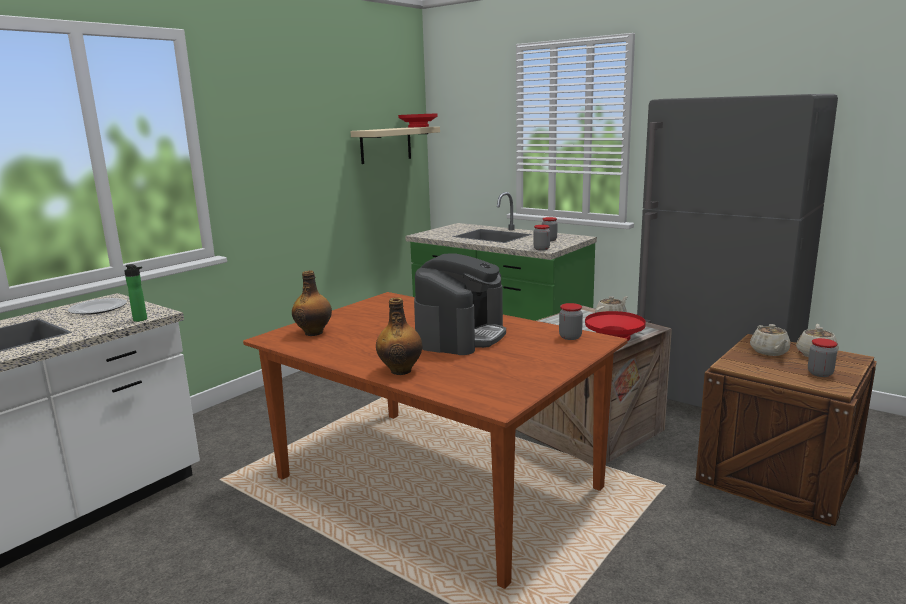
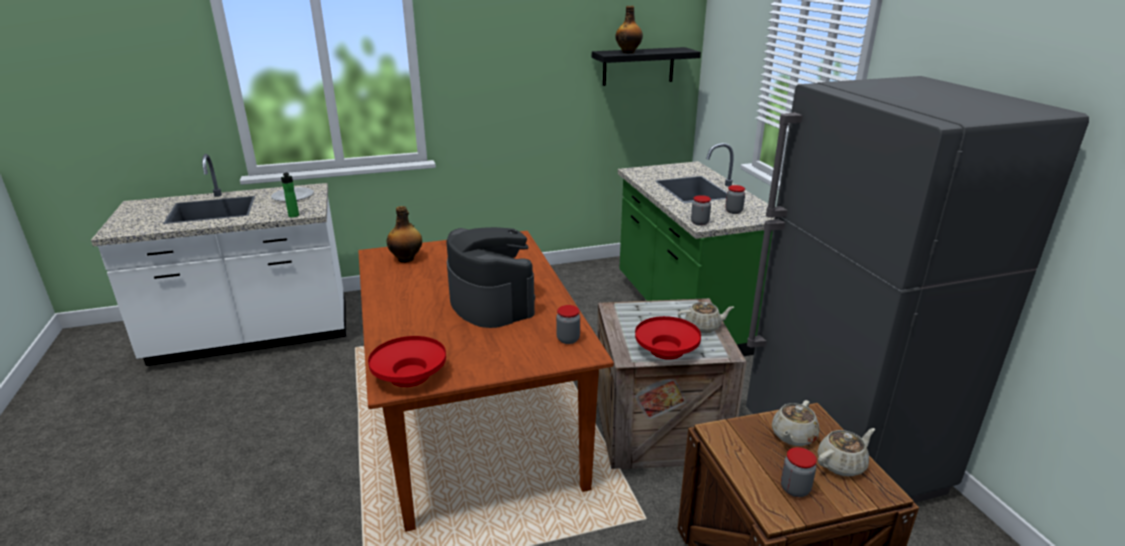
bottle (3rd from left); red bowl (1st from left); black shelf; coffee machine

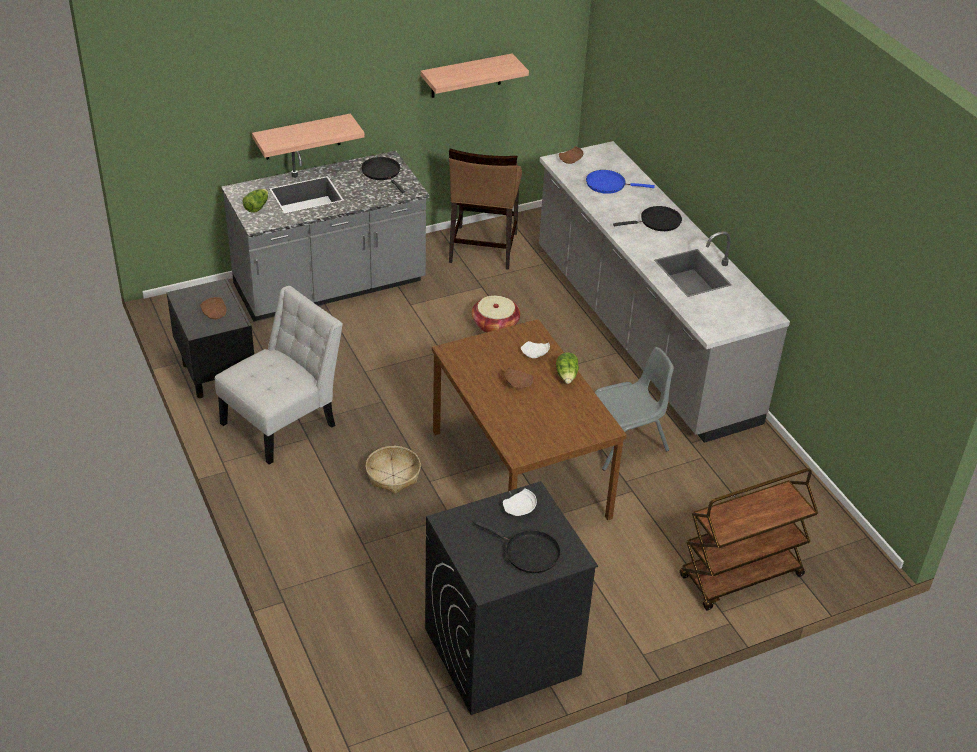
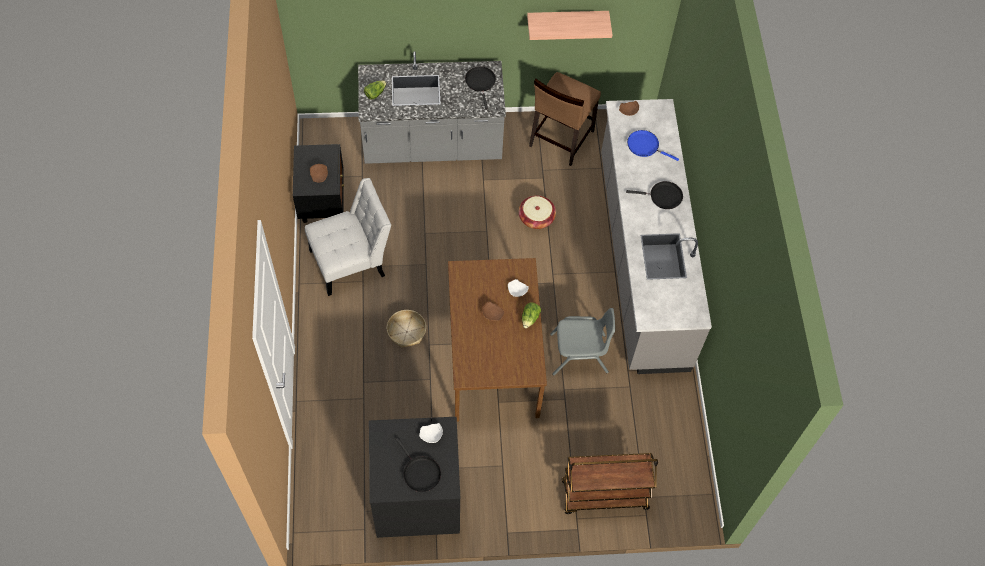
shelf (1st from left in the first image)

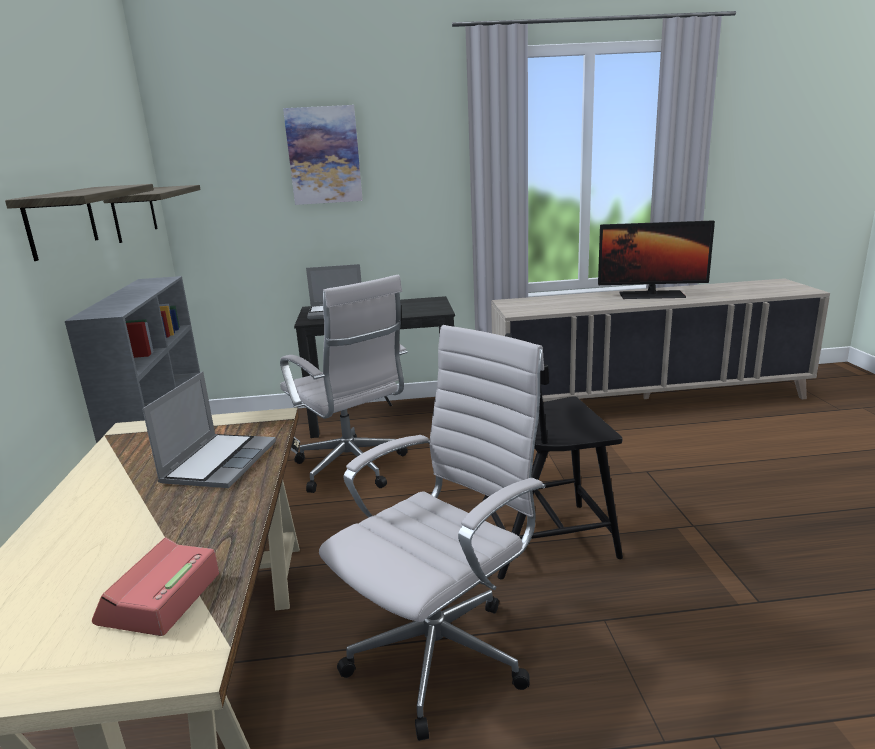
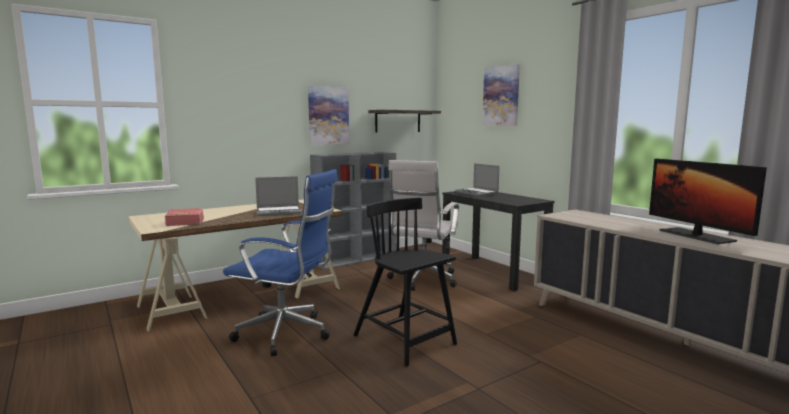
picture (1st from left); blue office chair

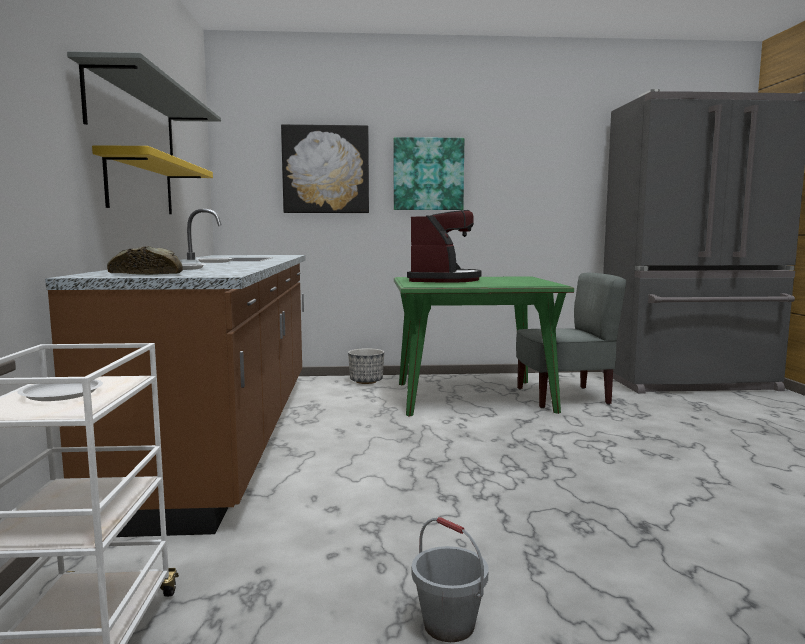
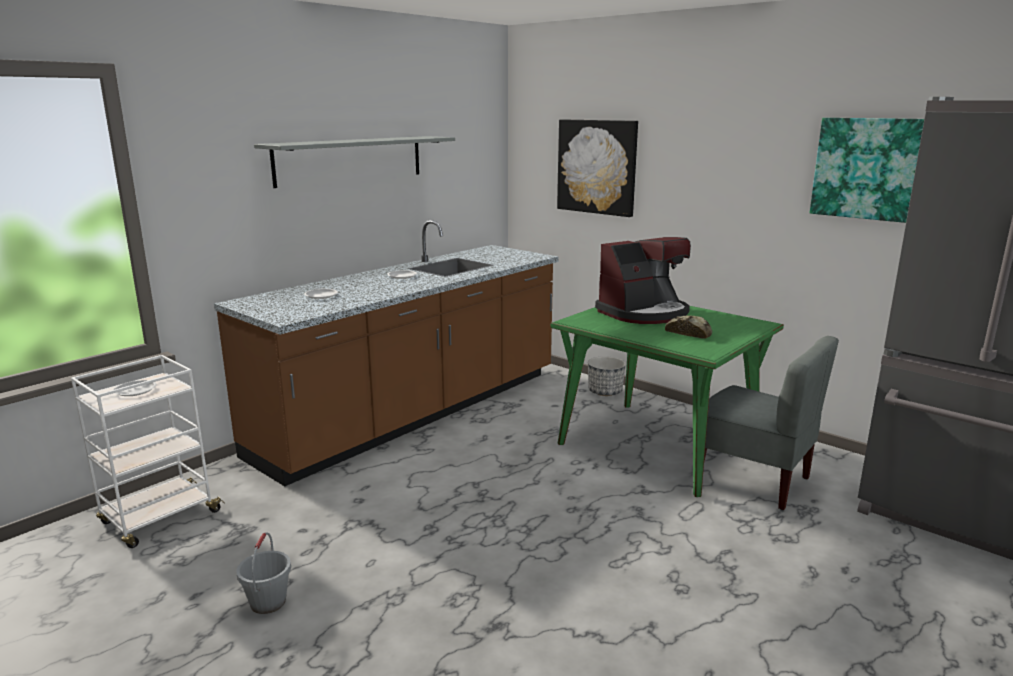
yellow shelf; bread; picture (2nd from left)

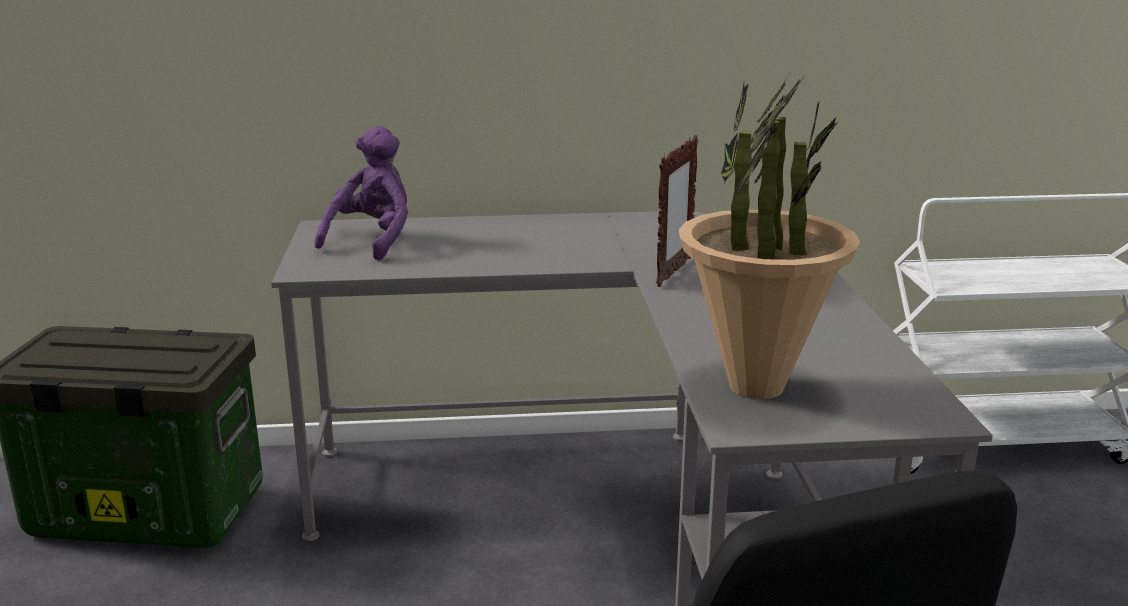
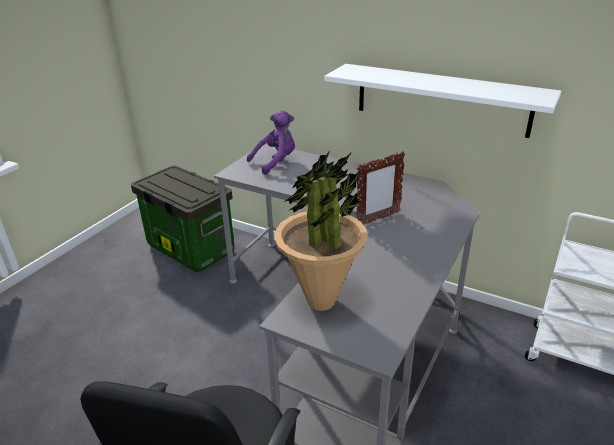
white shelf

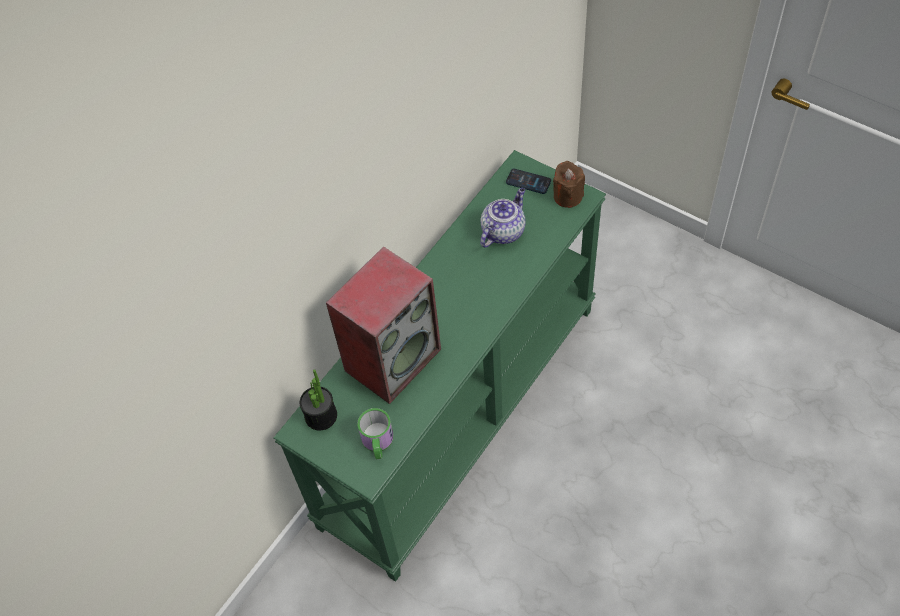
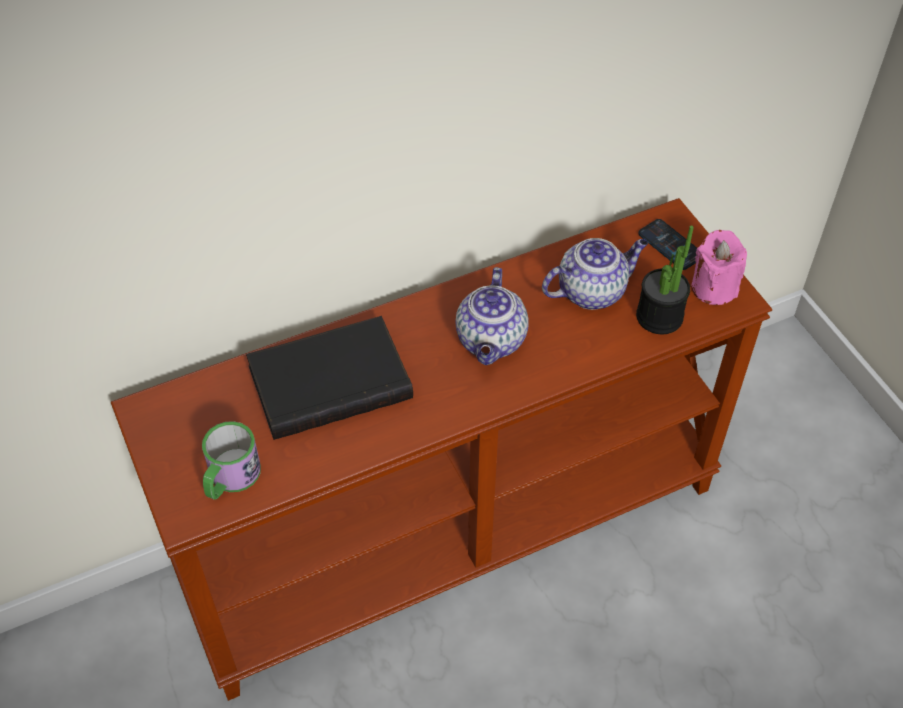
teapot (1st from left); potted plant; black book; brown console table; pink candle

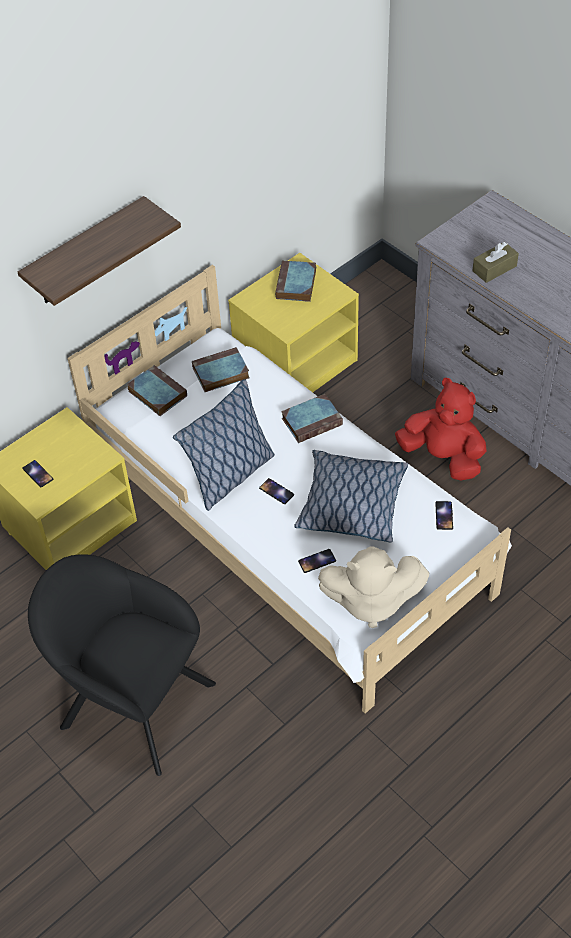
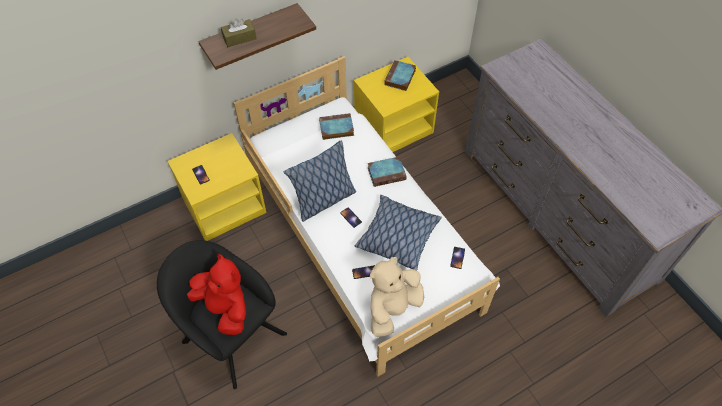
book (1st from left in the first image); red plush toy; brown tissue box; beige plush toy

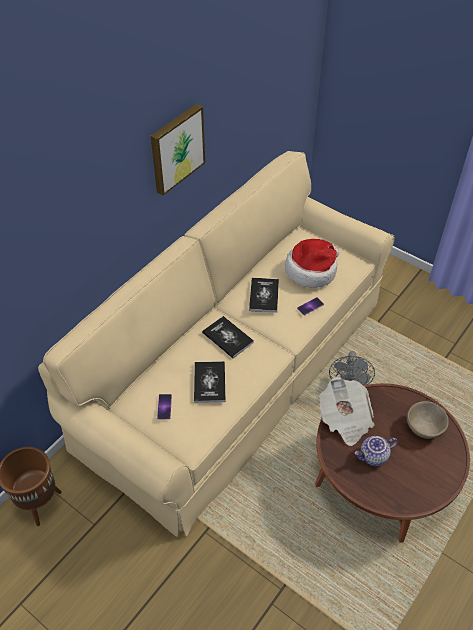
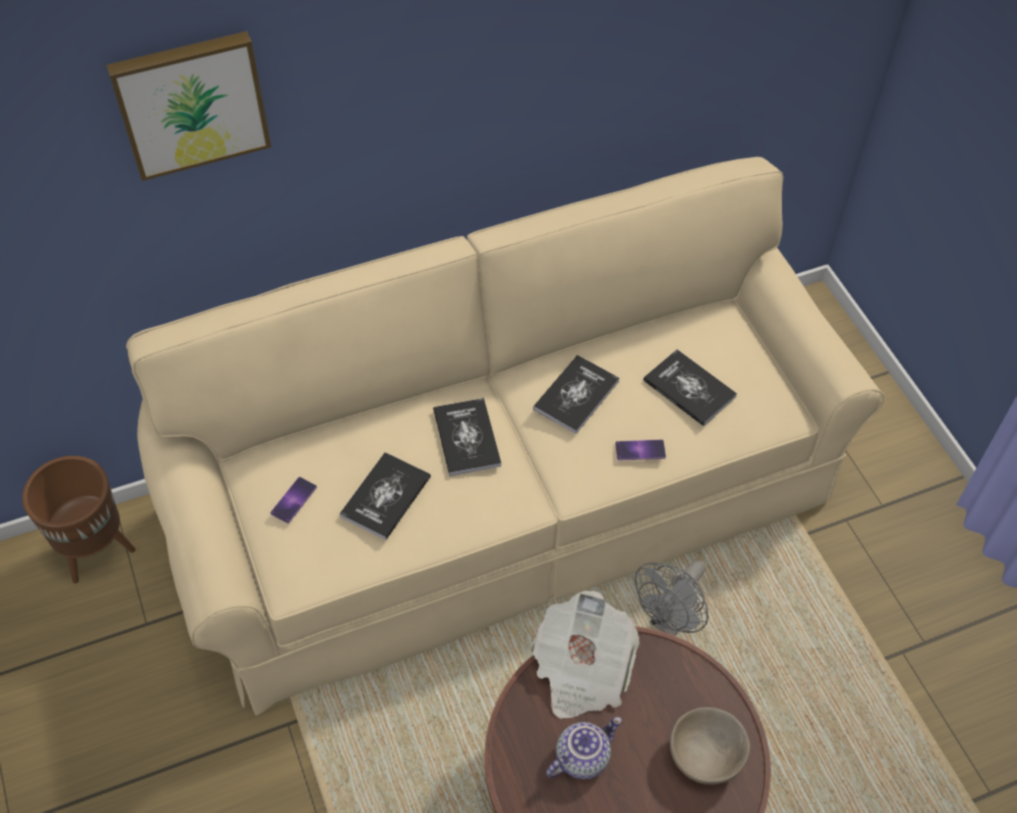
picture; book (4th from left); teapot

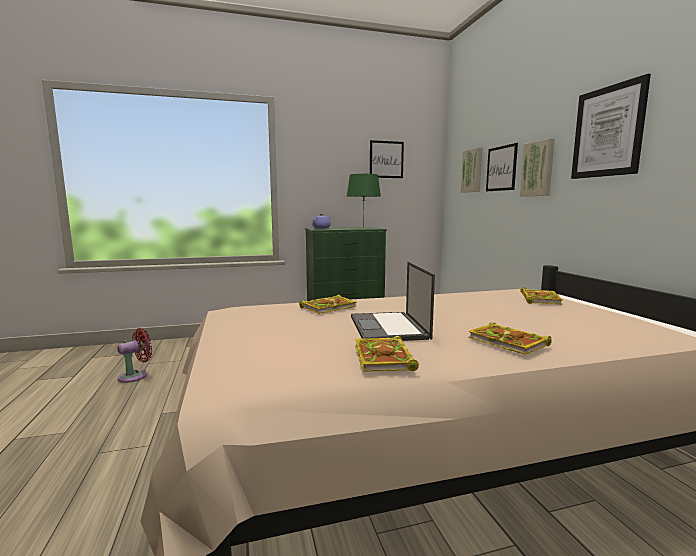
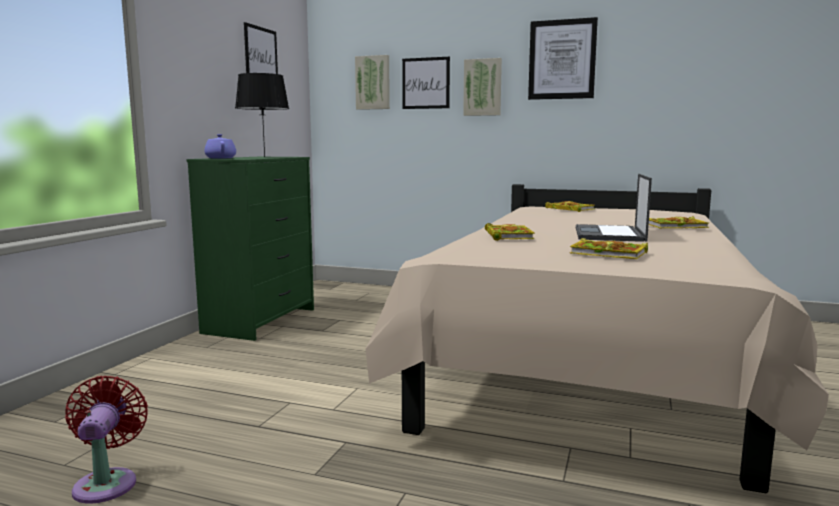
book (3rd from left); black table lamp; laptop

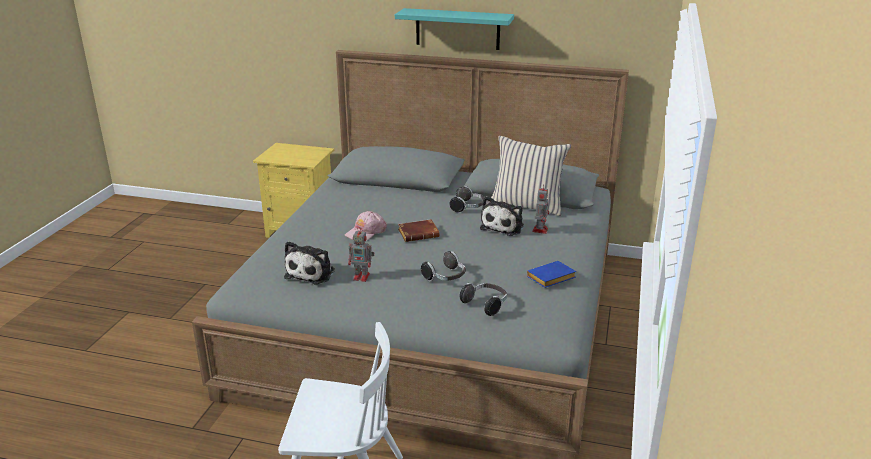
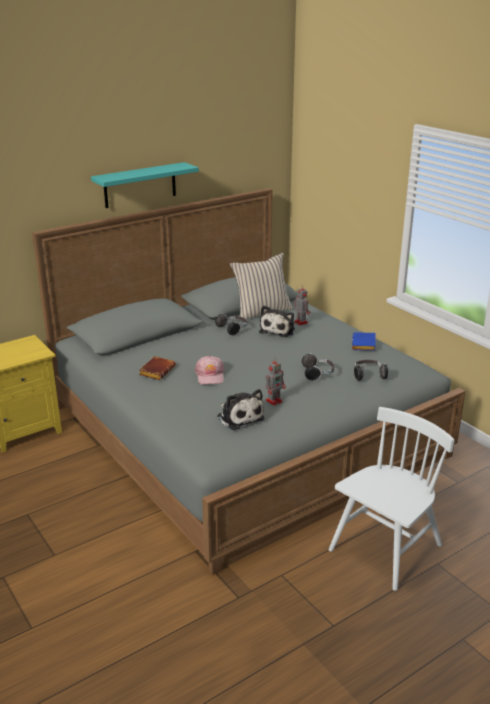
brown book; plush toy (2nd from left)

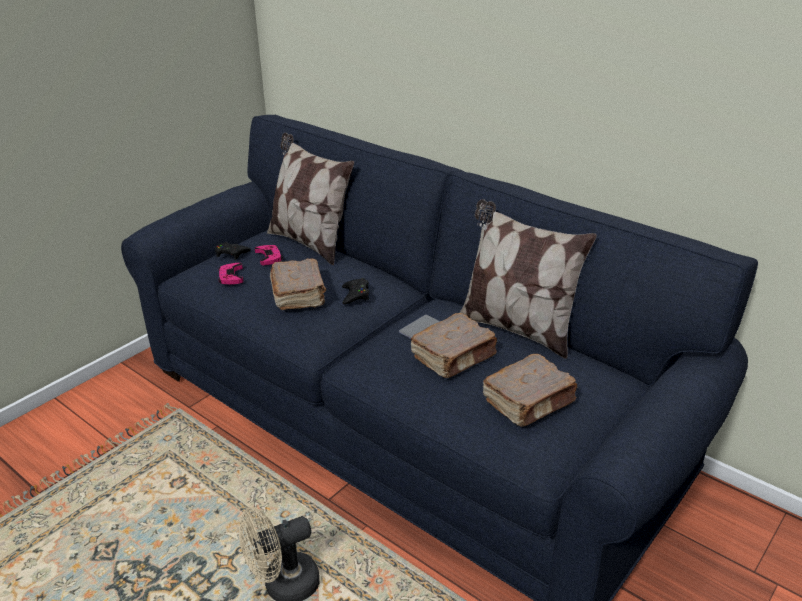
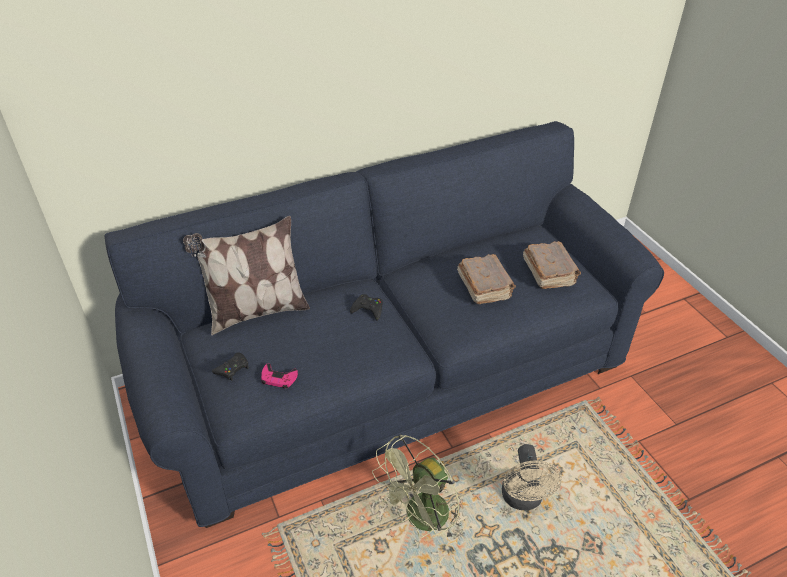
pink game controller (2nd from left in the first image); brown book (1st from left in the first image); phone; pillow (2nd from left in the first image); green fan

